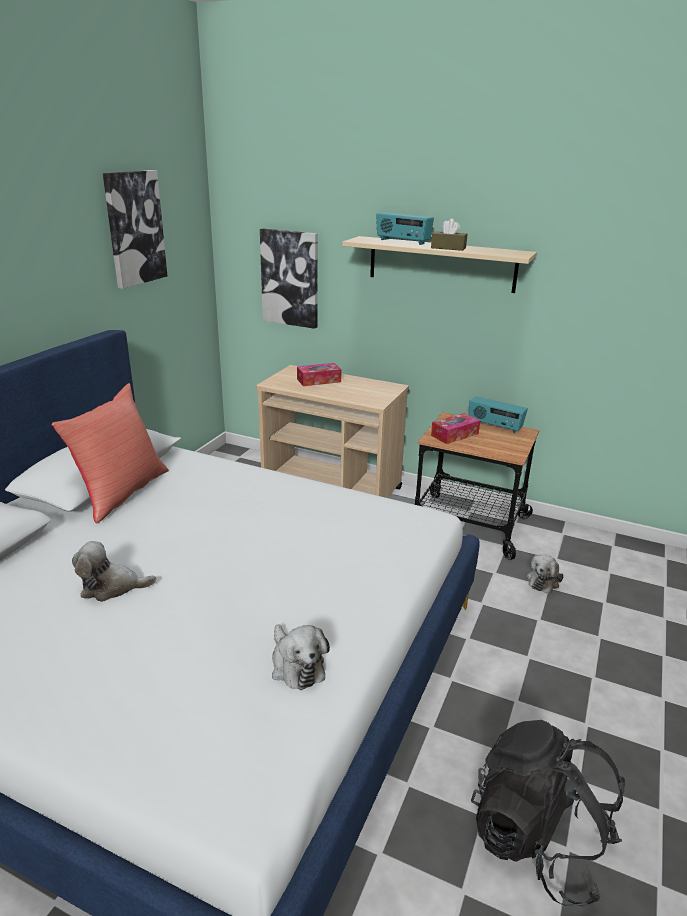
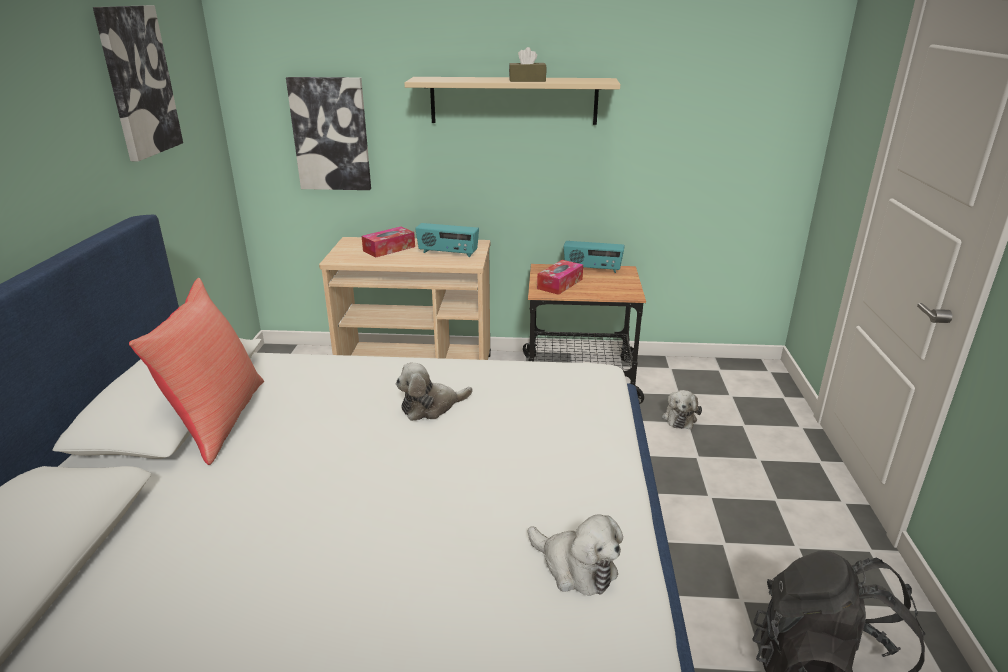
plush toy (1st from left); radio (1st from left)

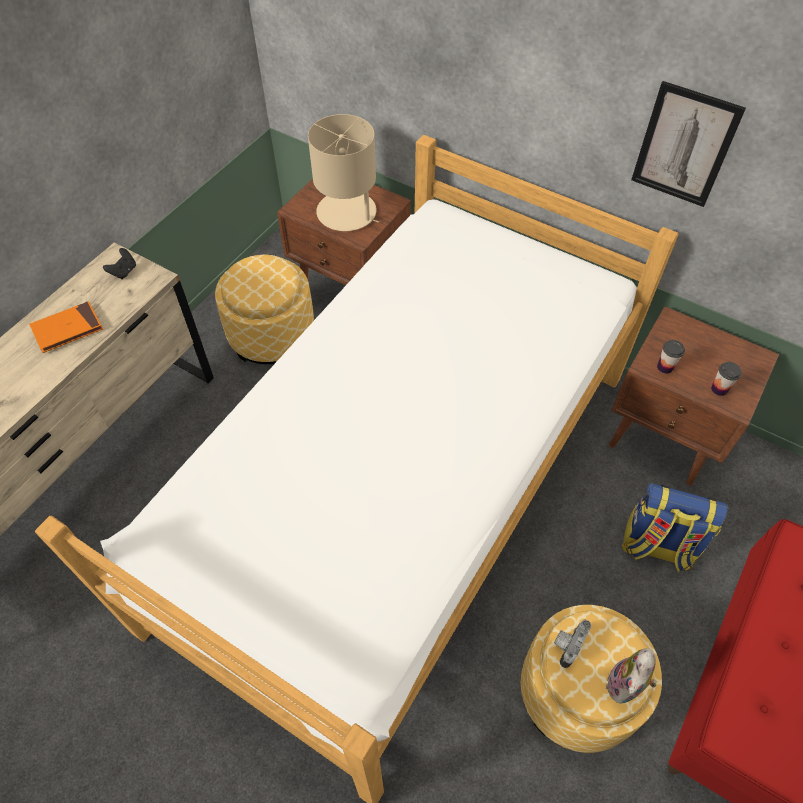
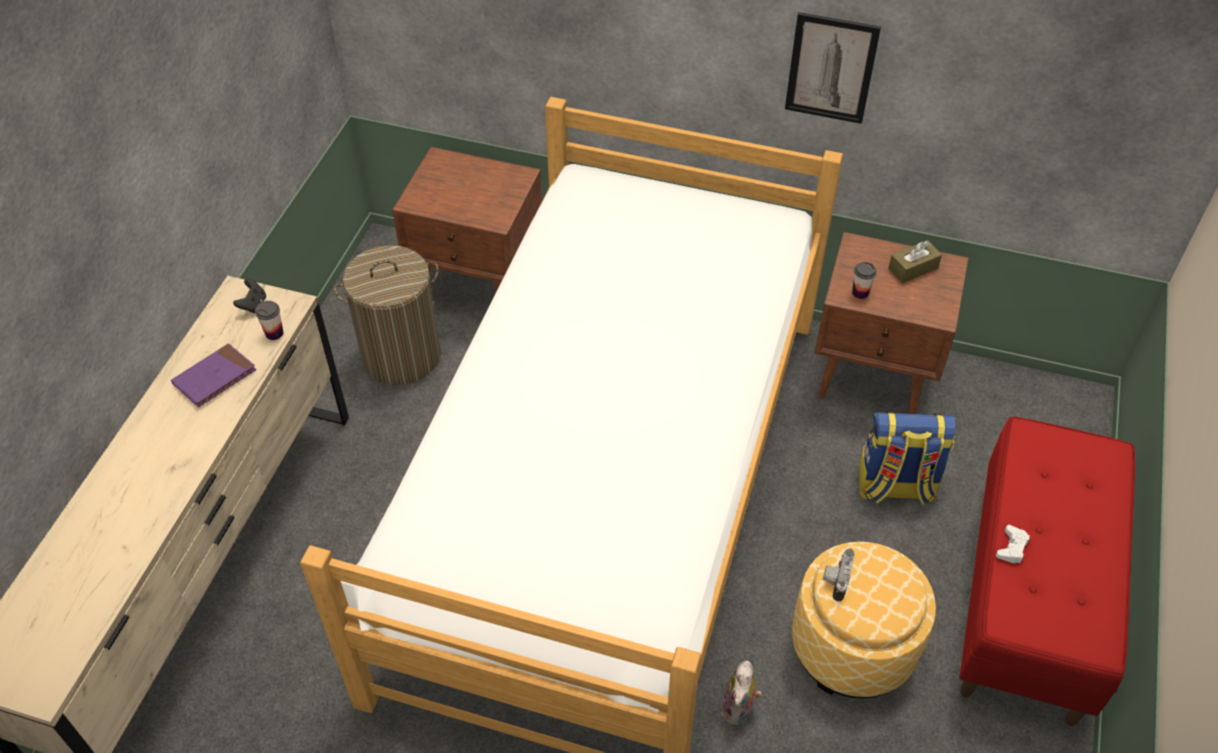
beige table lamp; brown tissue box; white game controller; plush toy; cup (1st from left); laundry basket; purple book

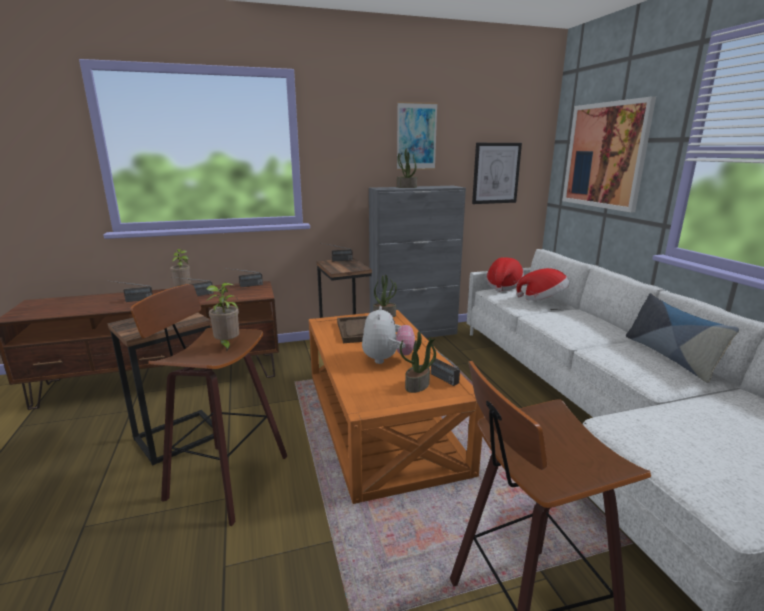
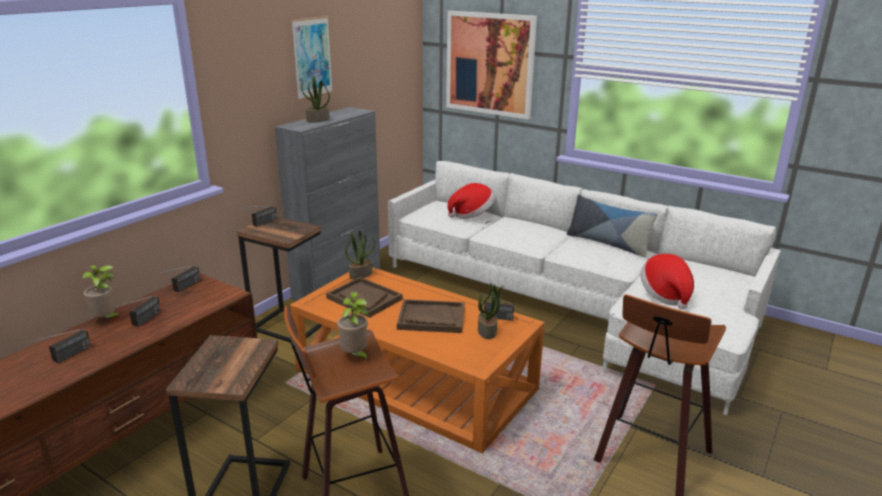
picture (2nd from left in the first image); hat (2nd from left); brown tray (2nd from left)

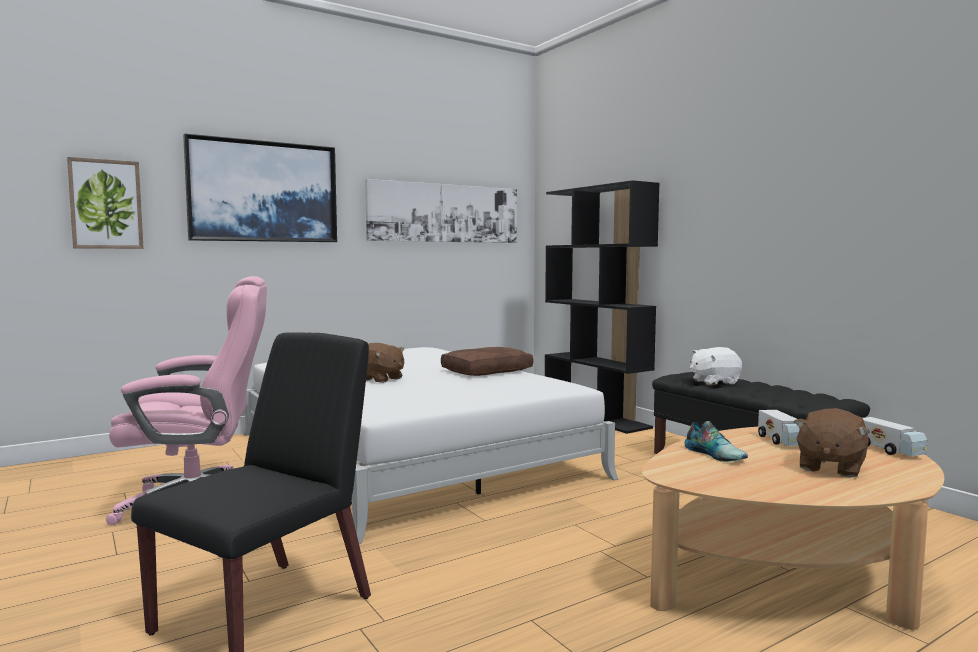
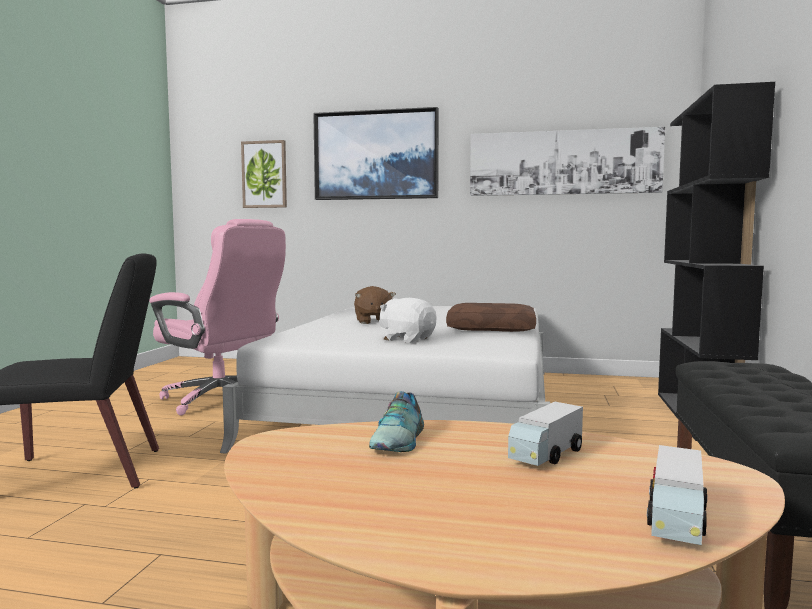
brown plush toy (2nd from left in the first image); white plush toy

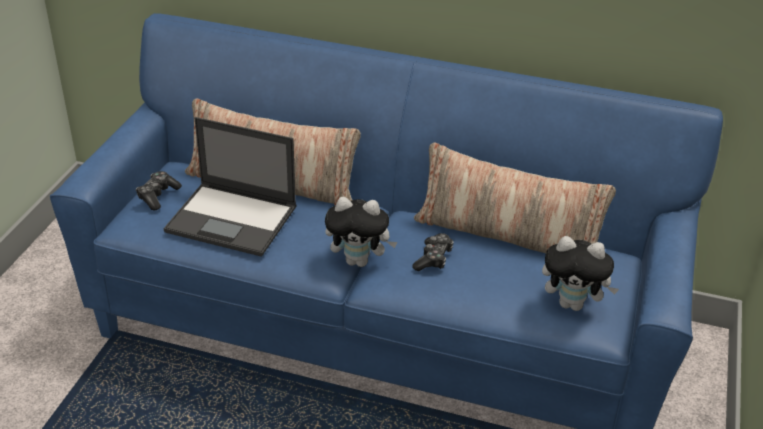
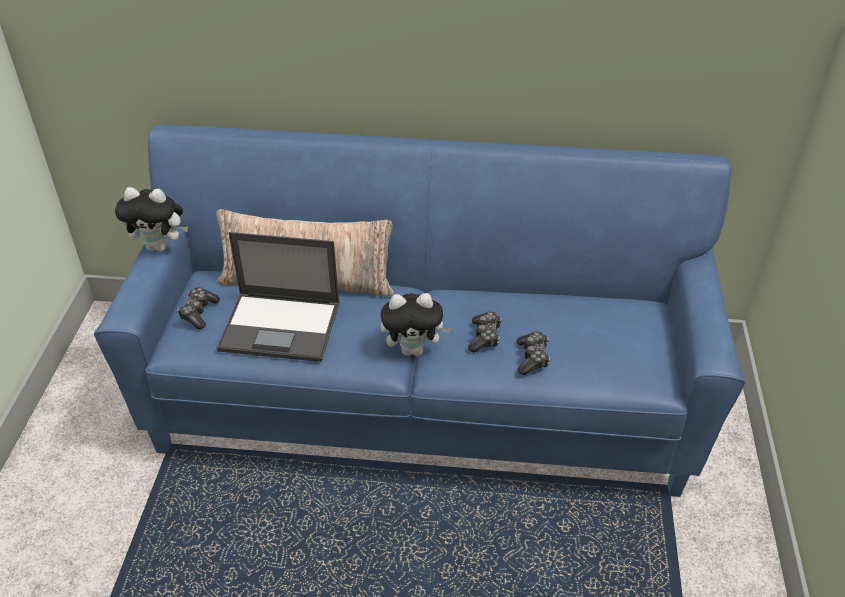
pillow (2nd from left in the first image); game controller (3rd from left); plush toy (1st from left)

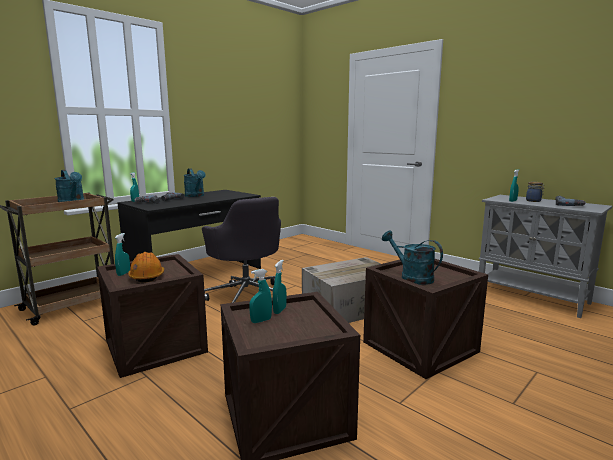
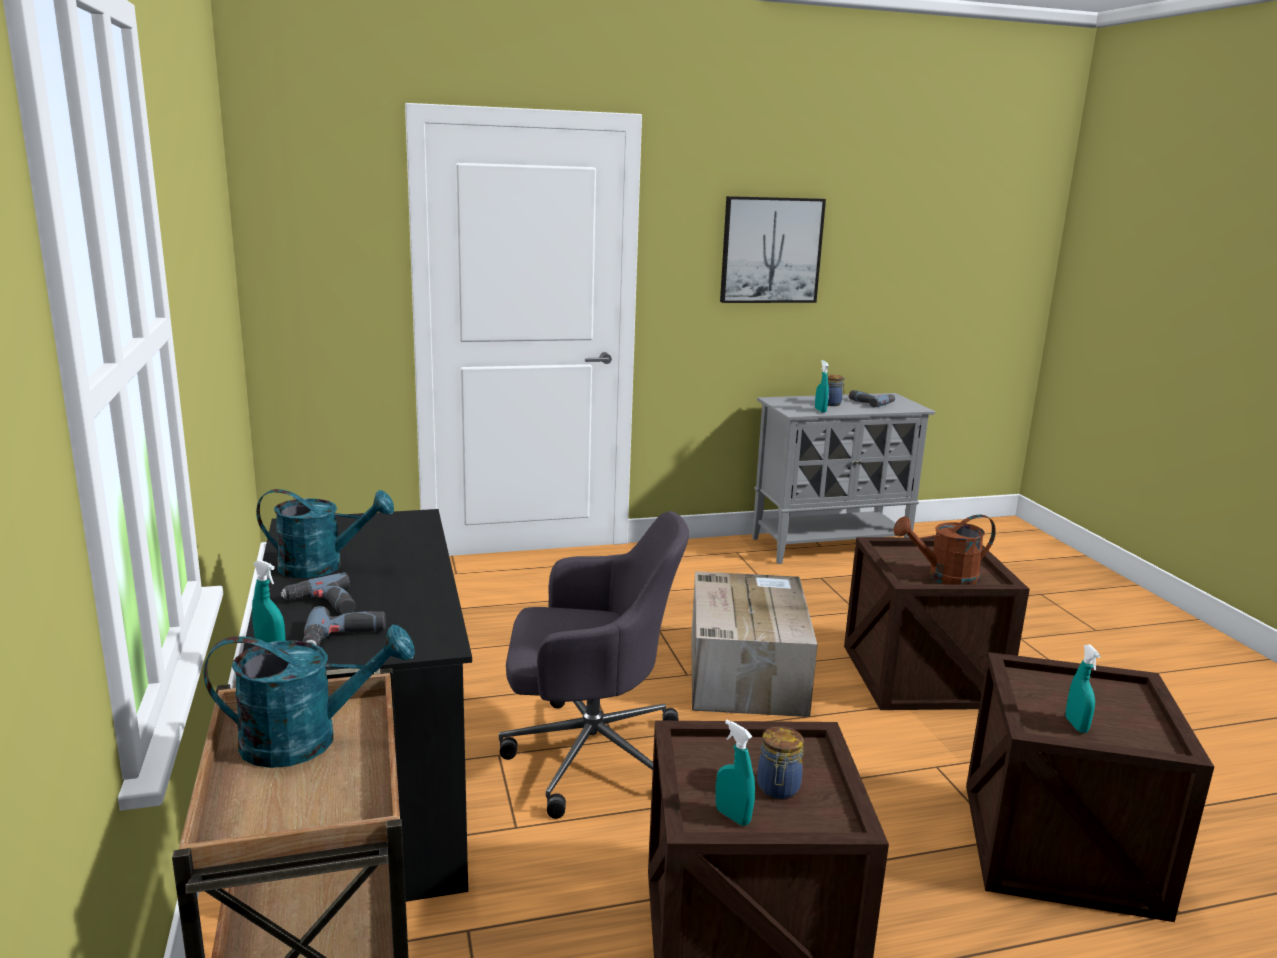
turquoise spray bottle (4th from left in the first image); picture; jar (1st from left); brown watering can

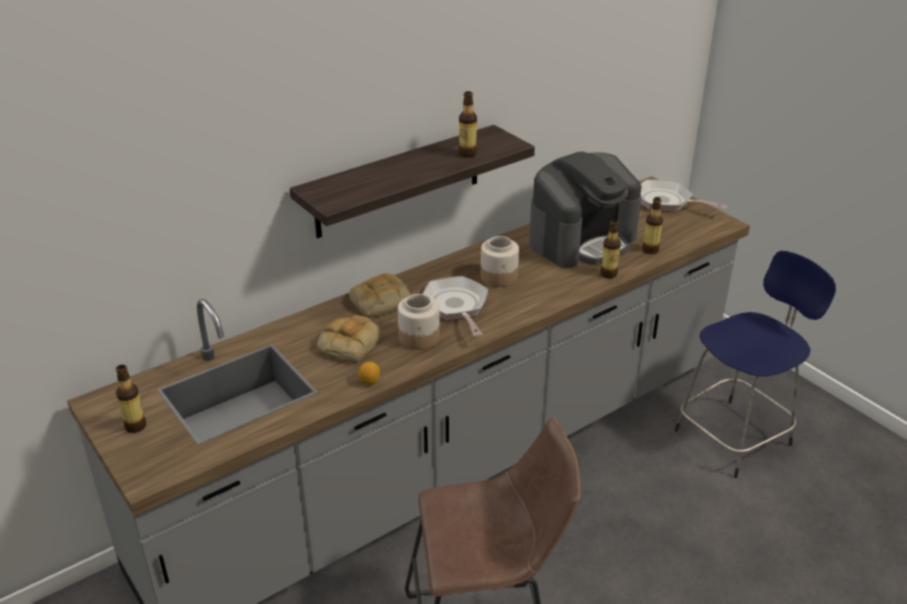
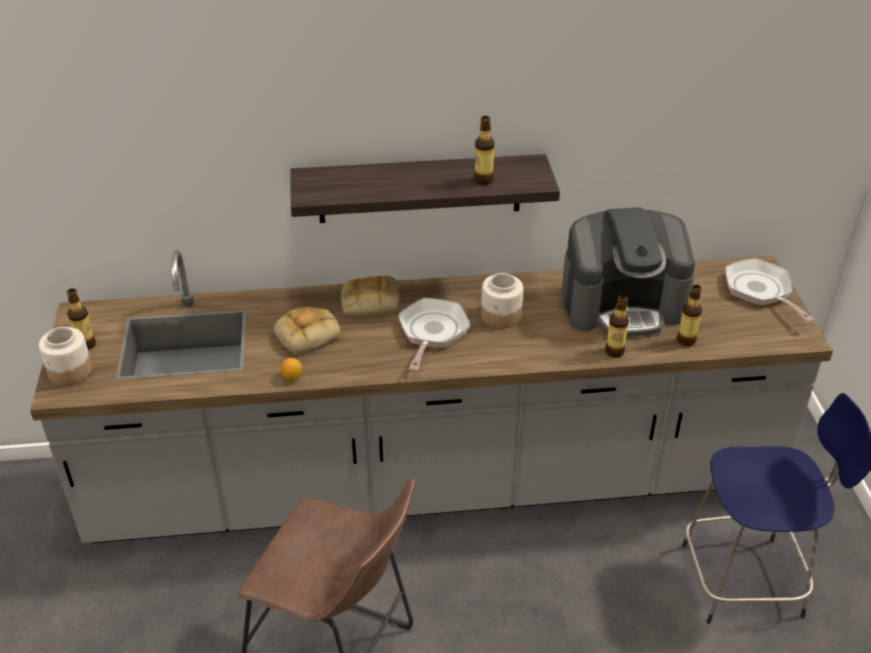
jar (1st from left)

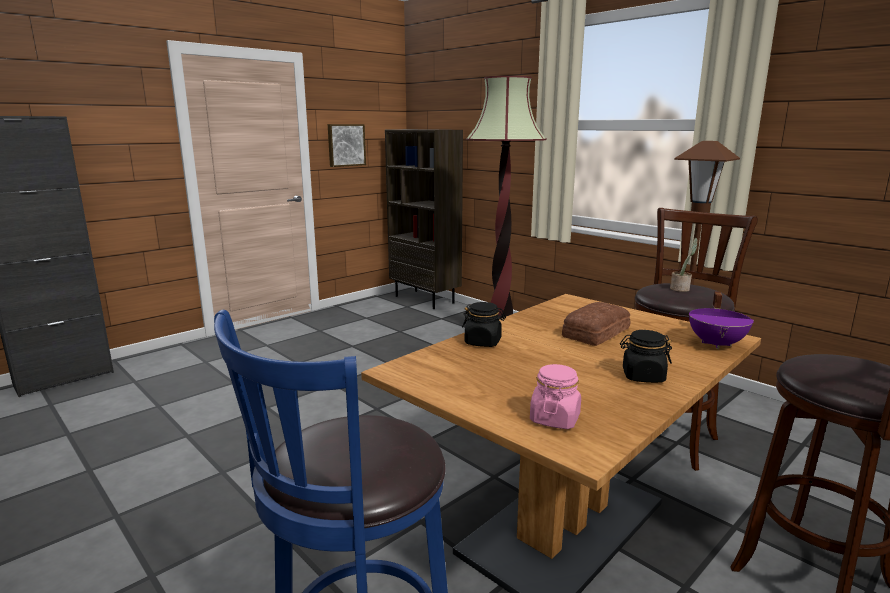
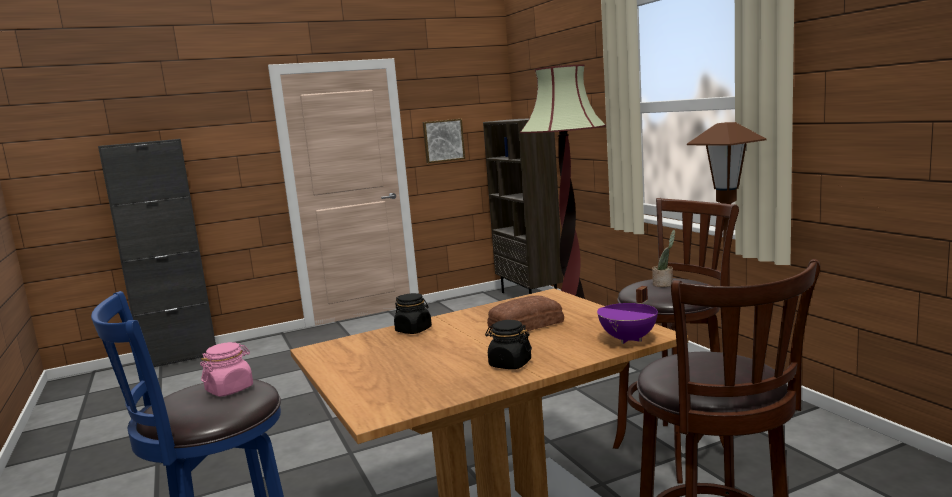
pink jar

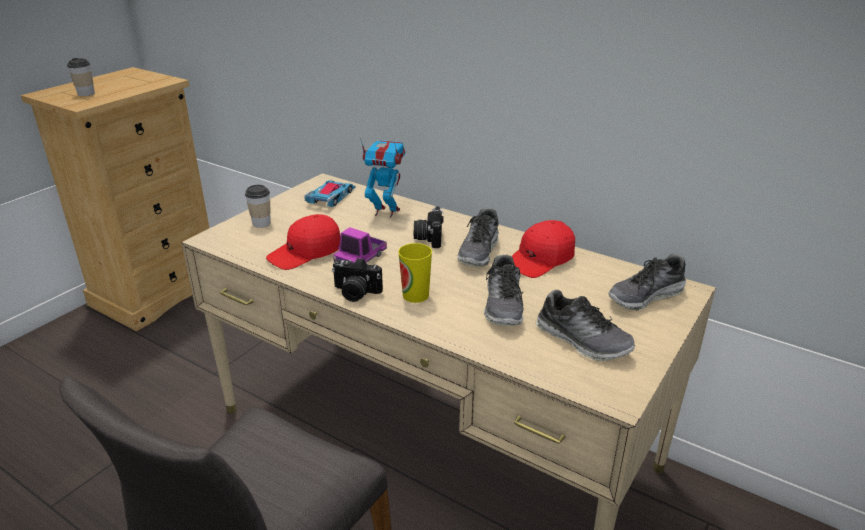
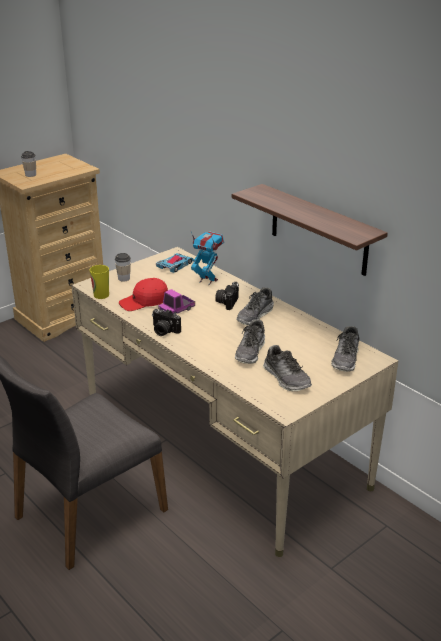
red cap (2nd from left in the first image); shelf; cup (2nd from left); shoe (4th from left)

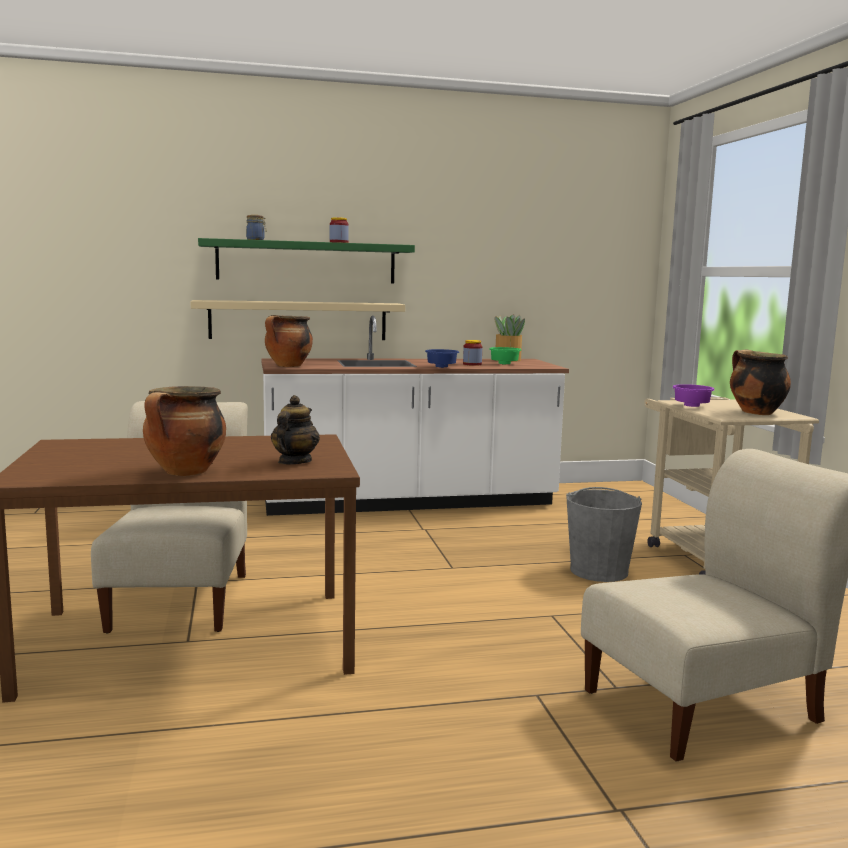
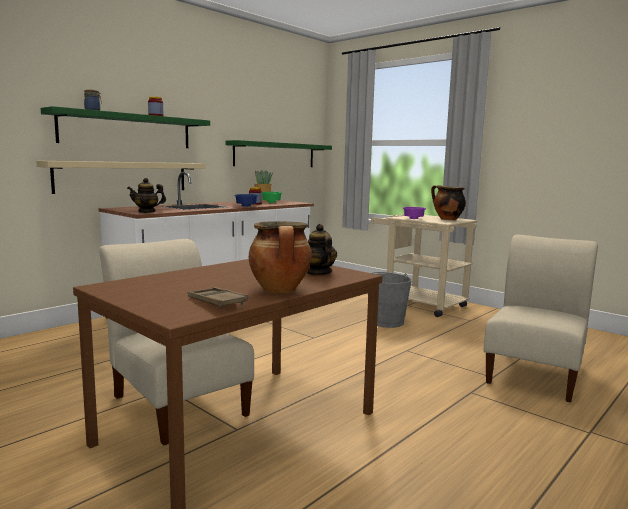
brown tray; green shelf (2nd from left); teapot (1st from left)

